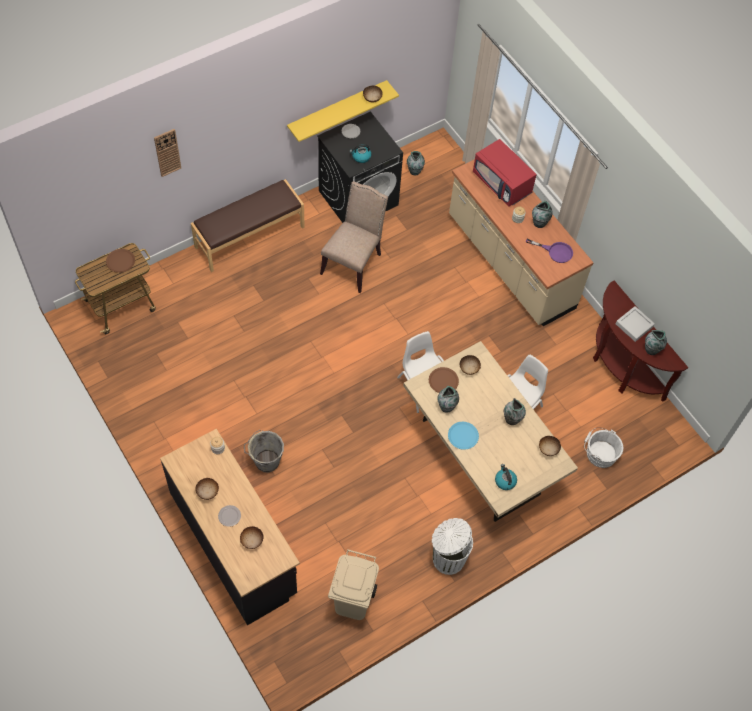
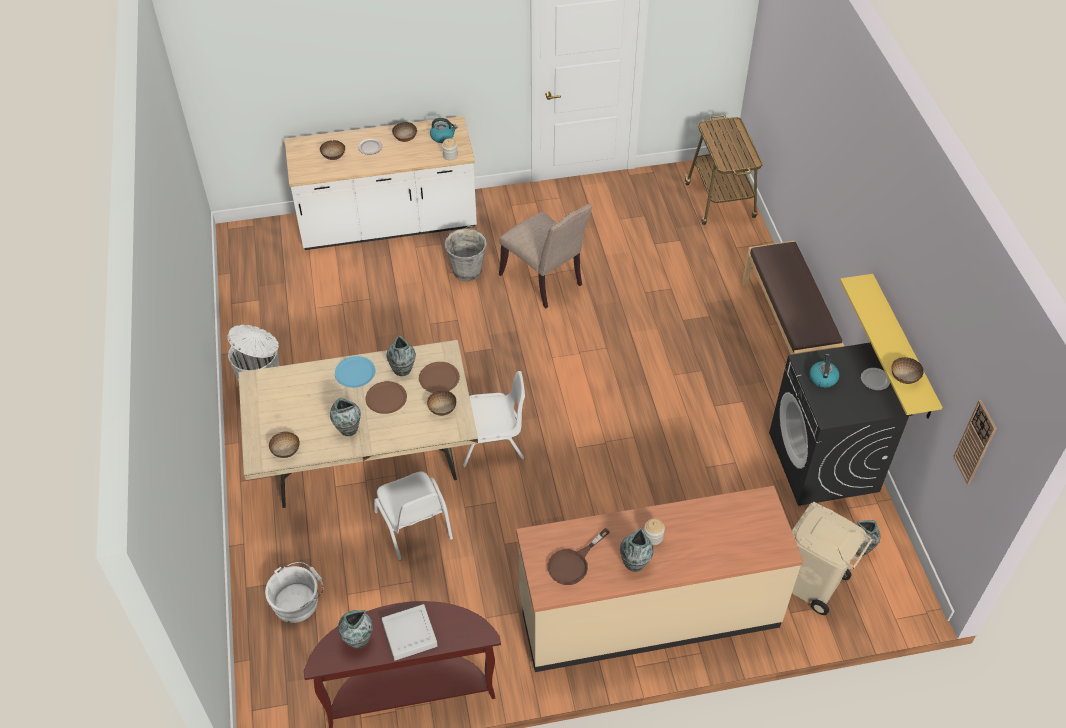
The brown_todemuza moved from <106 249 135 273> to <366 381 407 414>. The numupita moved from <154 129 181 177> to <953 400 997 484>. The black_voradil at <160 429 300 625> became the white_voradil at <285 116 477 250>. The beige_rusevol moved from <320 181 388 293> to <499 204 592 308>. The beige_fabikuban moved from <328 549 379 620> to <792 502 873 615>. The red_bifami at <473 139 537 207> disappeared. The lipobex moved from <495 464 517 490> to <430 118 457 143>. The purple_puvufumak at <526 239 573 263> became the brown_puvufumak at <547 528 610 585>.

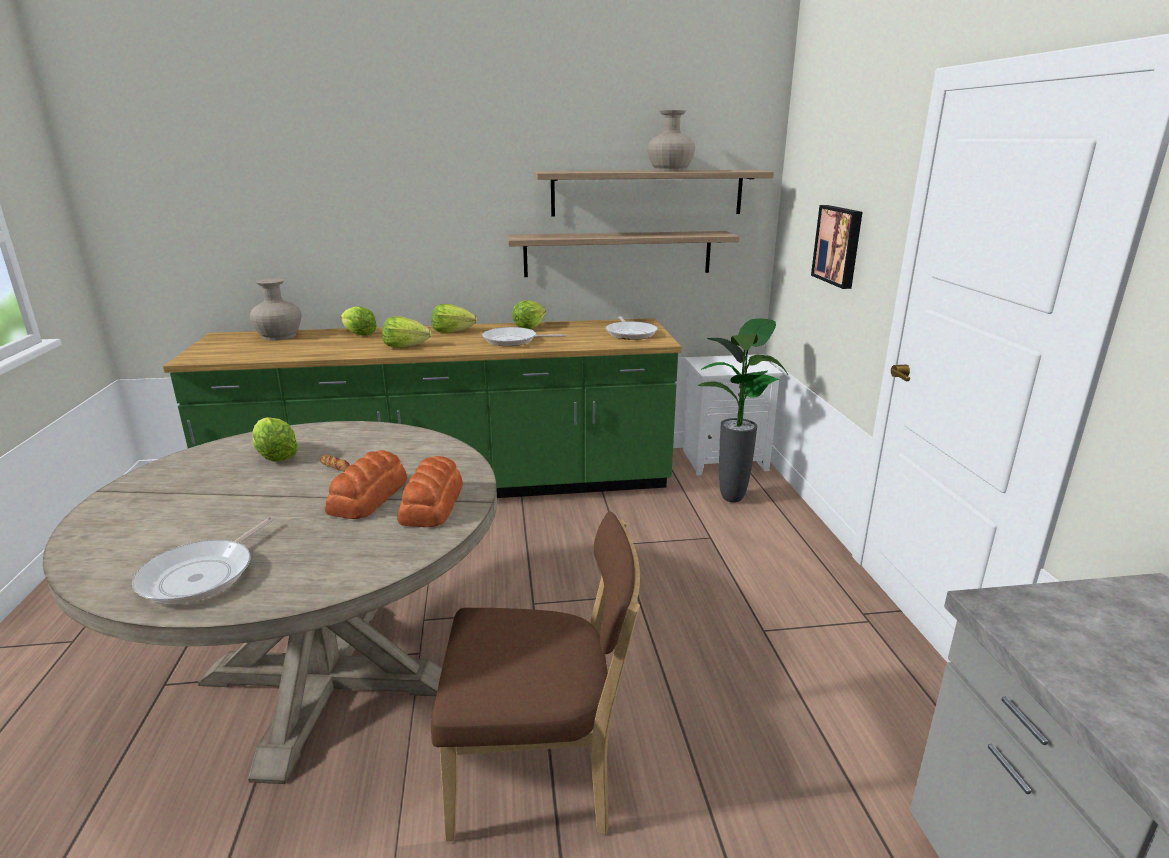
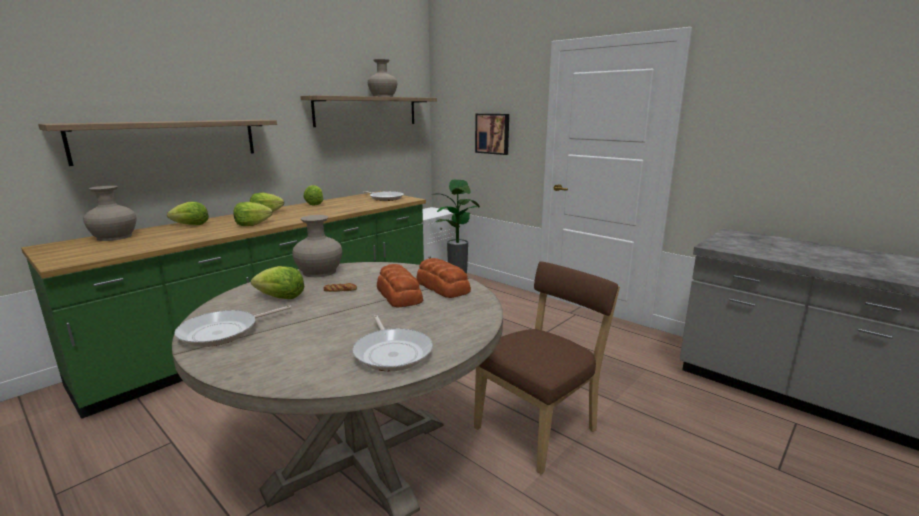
The puvufumak moved from <482 327 566 346> to <174 306 291 347>. The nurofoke moved from <507 231 739 277> to <38 120 277 166>. The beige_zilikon at <292 215 342 277> appeared.

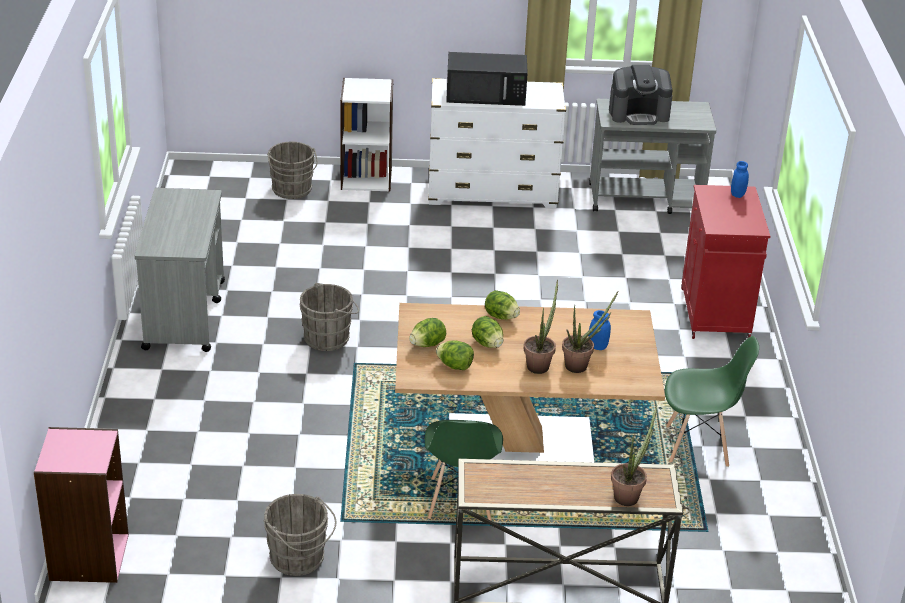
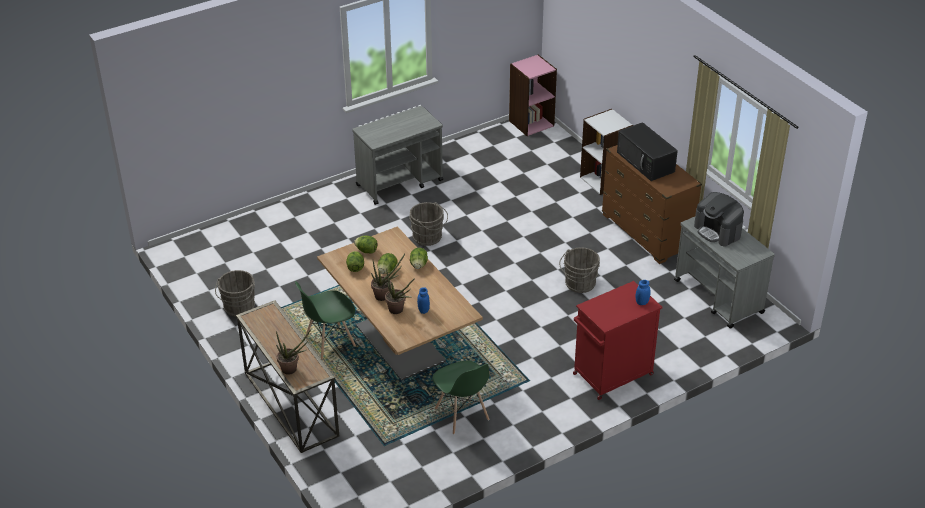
The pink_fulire moved from <34 427 129 583> to <509 55 557 136>. The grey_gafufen moved from <267 142 318 199> to <559 247 600 293>. The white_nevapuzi at <428 78 566 209> became the brown_nevapuzi at <602 145 702 264>.

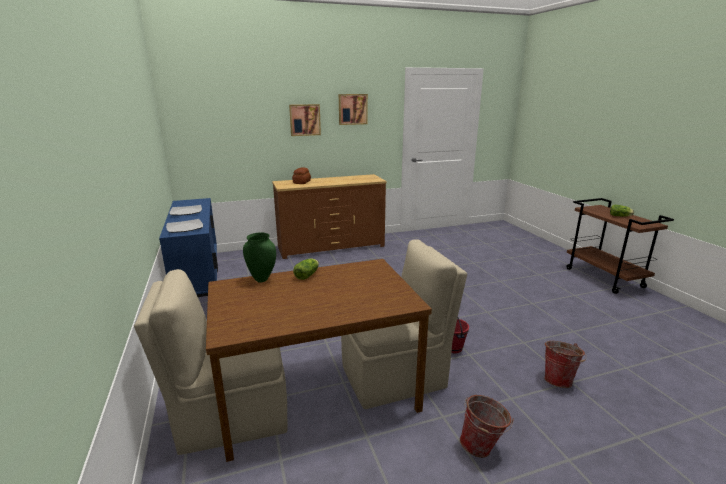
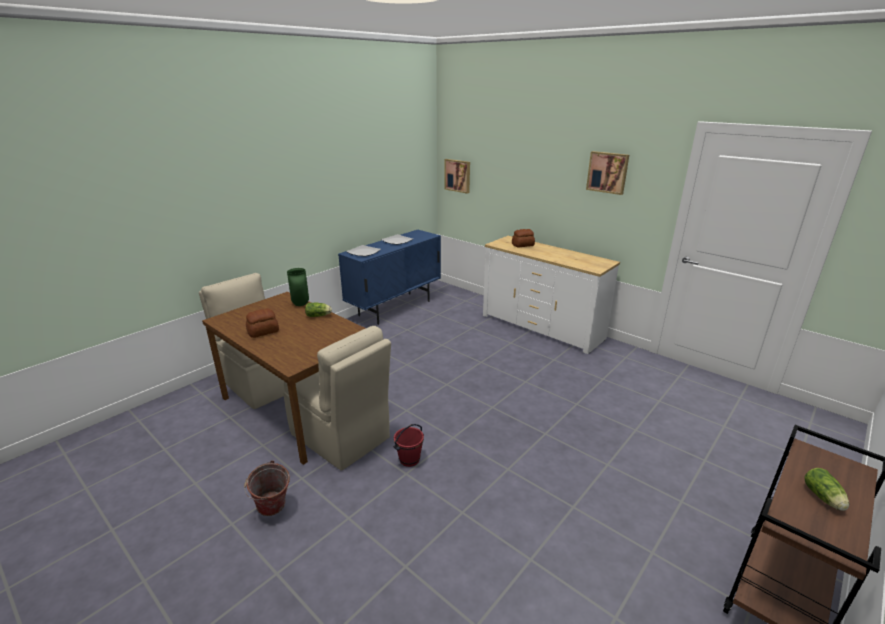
The brown_nevapuzi at <272 174 387 259> became the white_nevapuzi at <483 236 620 354>. The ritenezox moved from <289 104 321 136> to <444 159 470 194>. The gafufen at <544 341 587 388> disappeared. The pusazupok at <246 308 279 338> appeared.

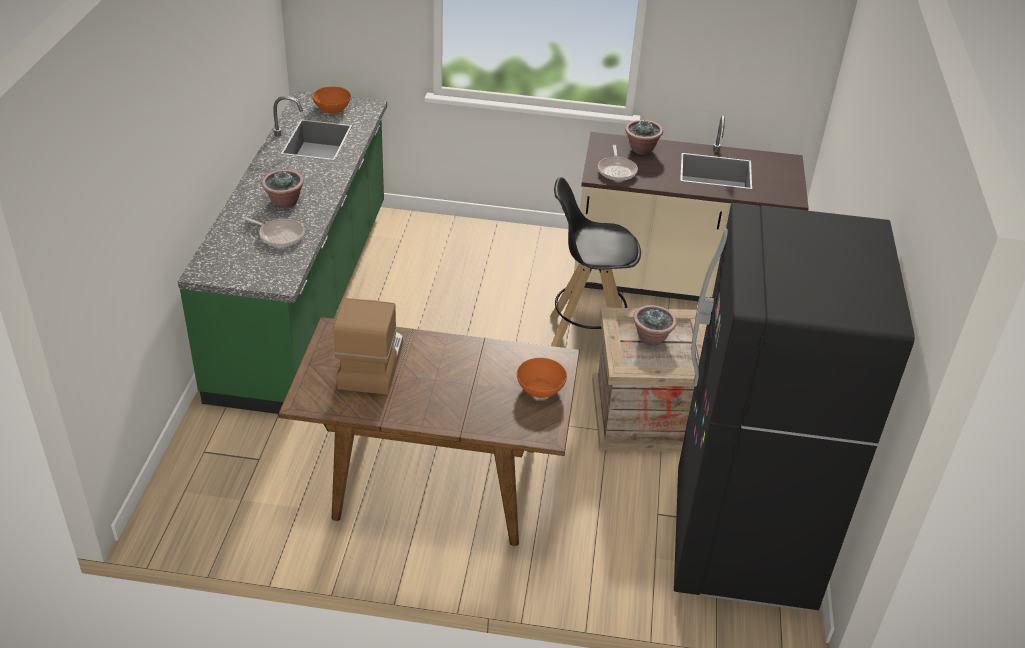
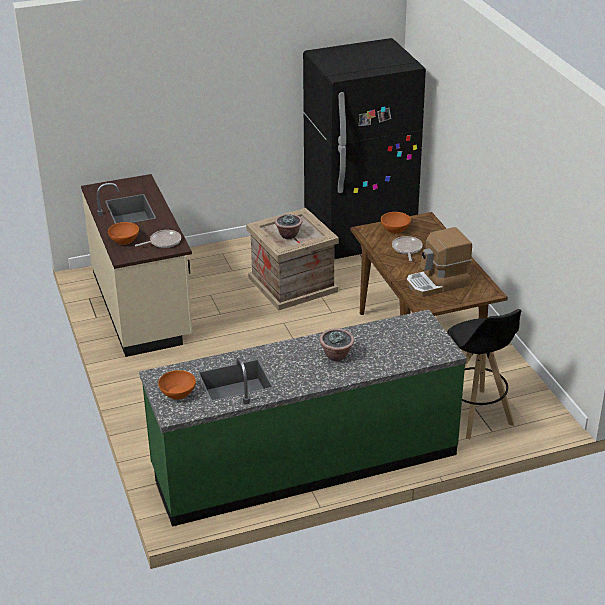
The puvufumak moved from <243 217 305 247> to <392 236 423 261>. The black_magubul moved from <550 177 641 347> to <447 309 521 439>. The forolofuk at <625 120 663 155> was replaced by the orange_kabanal at <108 222 139 245>.

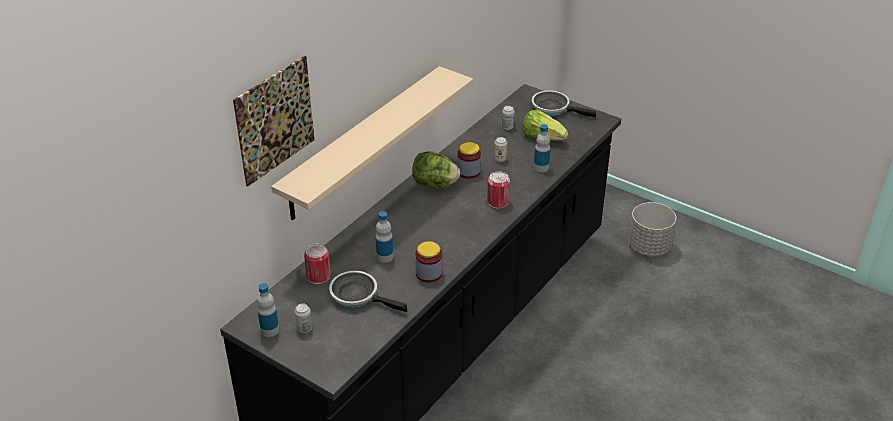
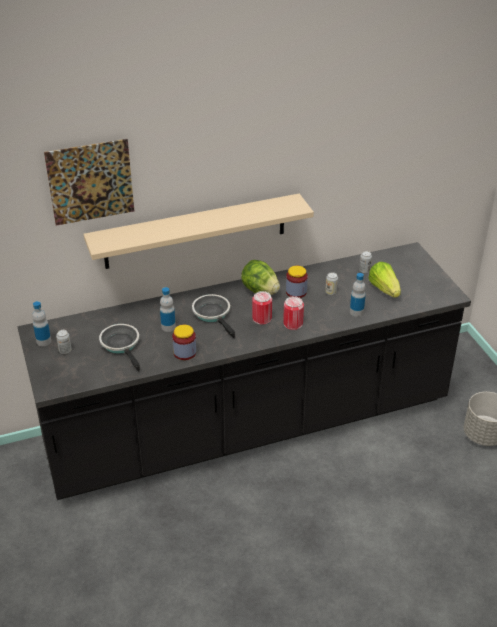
The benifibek moved from <304 244 331 284> to <252 291 272 325>. The puvufumak moved from <531 90 596 118> to <192 294 235 338>.

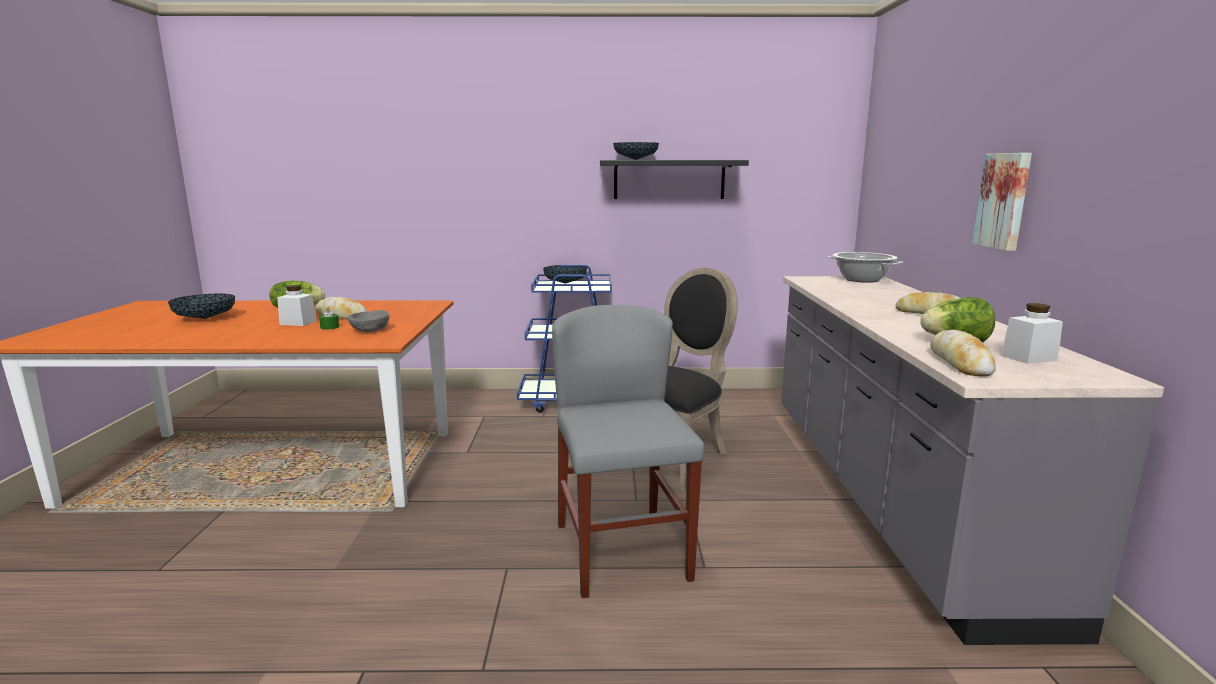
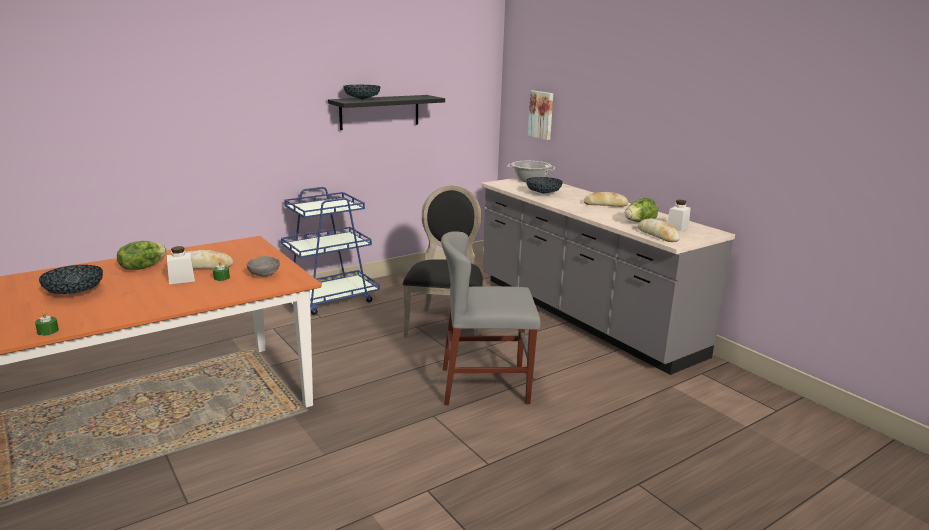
The kabanal moved from <543 265 587 284> to <526 177 563 194>. The grey_rusevol at <552 305 704 598> turned 45 degrees counterclockwise. The ritenezox moved from <972 153 1032 251> to <528 90 553 140>. The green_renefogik at <35 311 59 336> appeared.

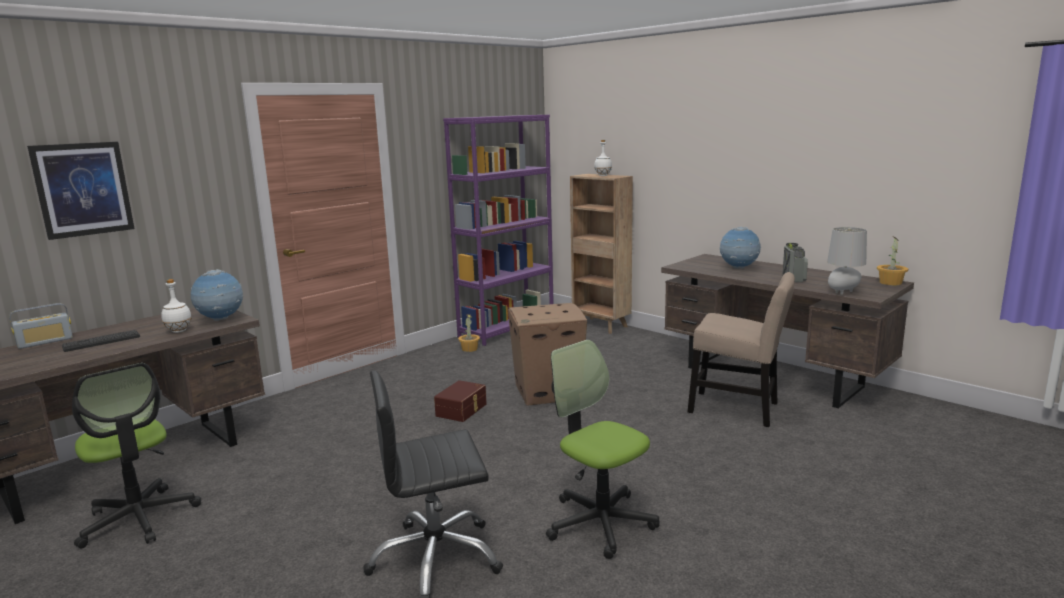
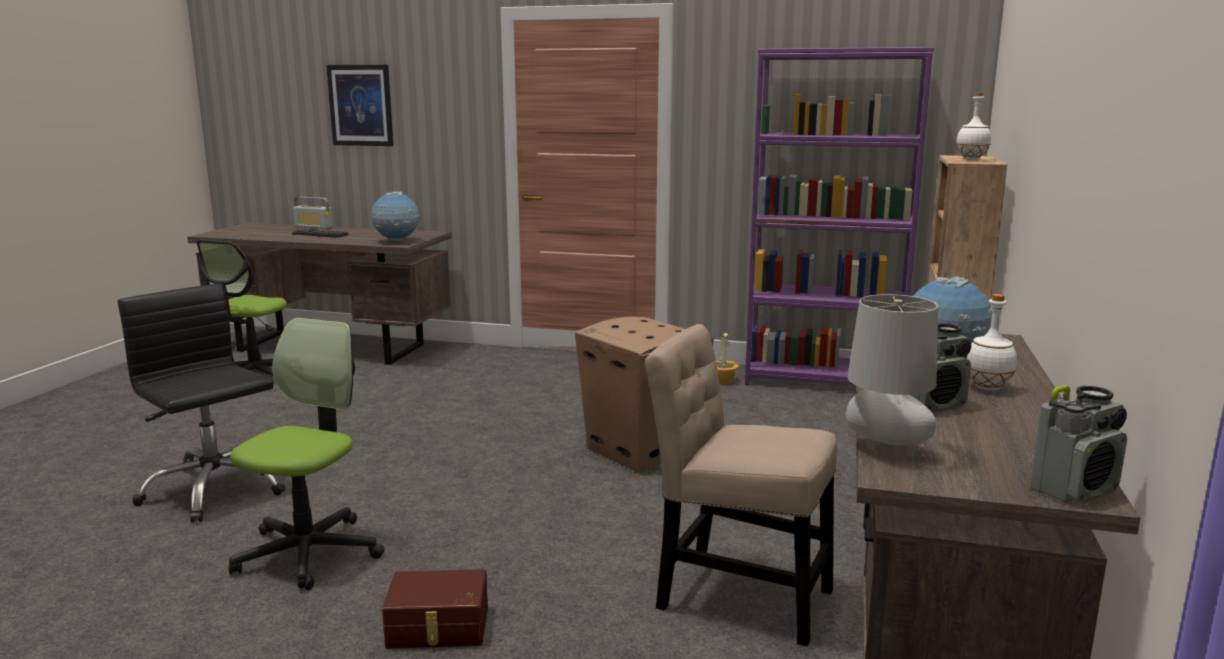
The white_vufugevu moved from <161 279 192 333> to <967 294 1017 391>. The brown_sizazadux moved from <434 380 487 422> to <382 569 488 649>. The beige_rusevol at <688 272 795 427> turned 120 degrees clockwise. The forolofuk at <877 237 908 285> was replaced by the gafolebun at <1030 385 1128 503>.

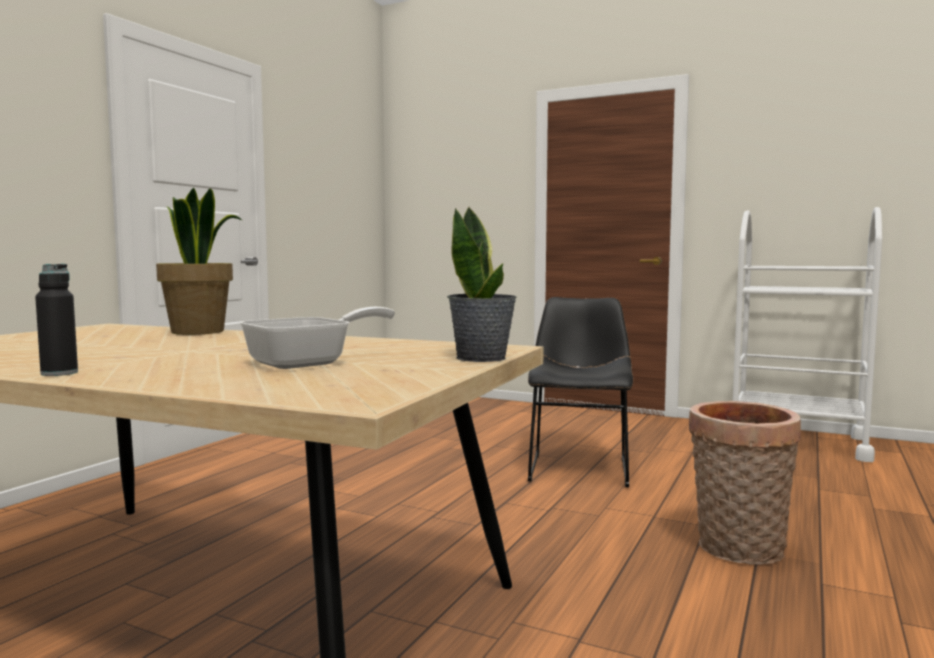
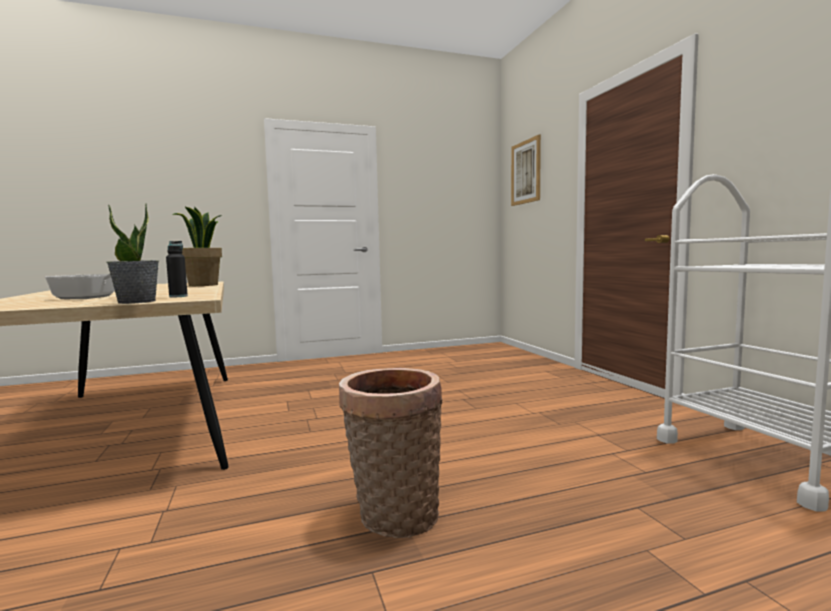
The black_vufugevu moved from <35 264 78 376> to <166 241 188 297>. The black_rusevol at <528 297 633 488> disappeared. The ritenezox at <511 135 541 206> appeared.

